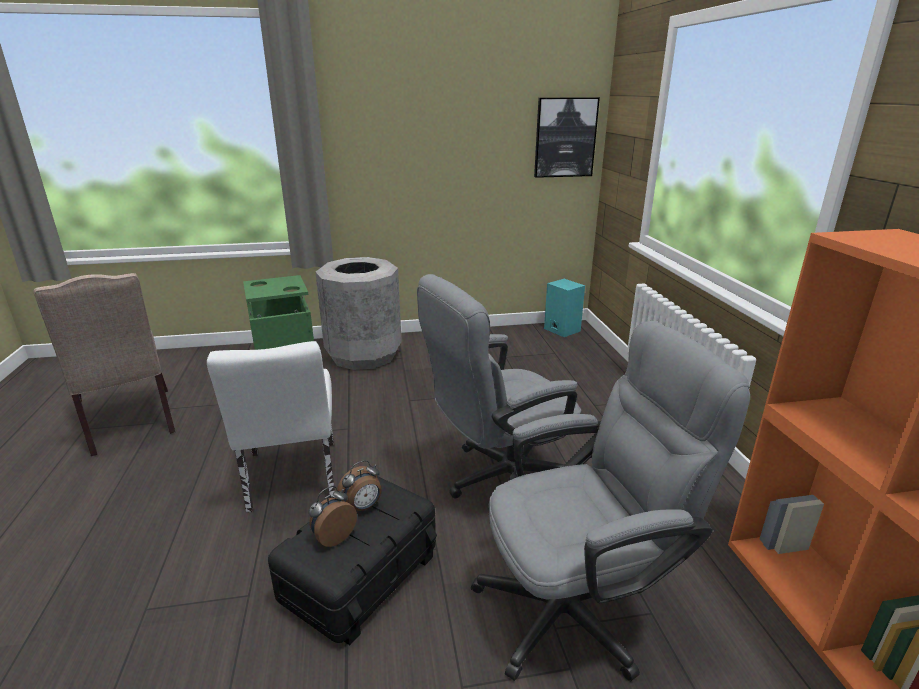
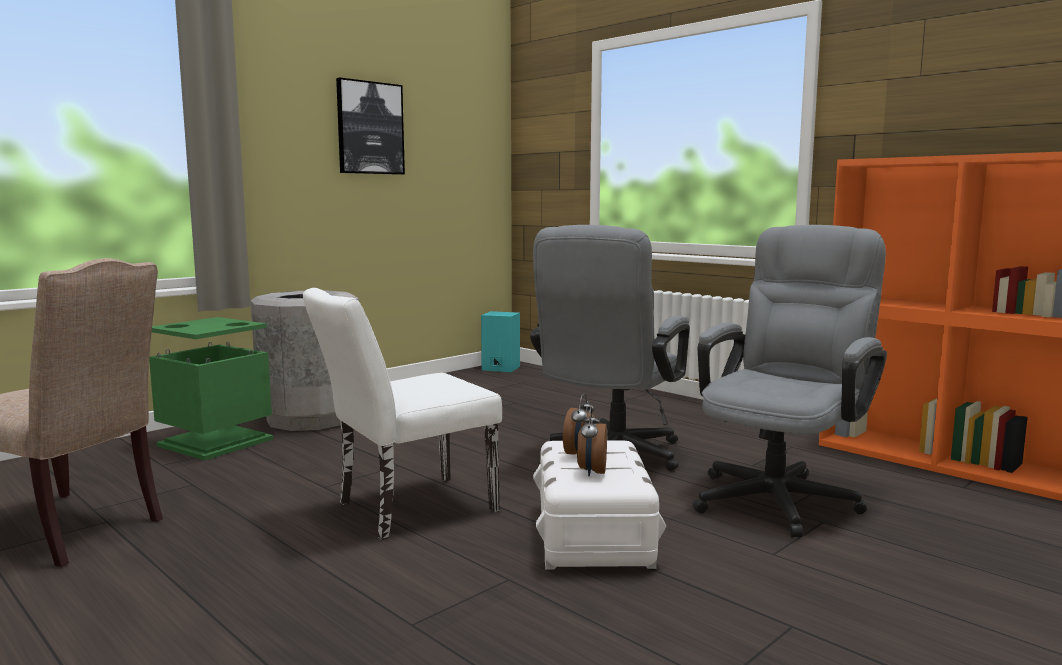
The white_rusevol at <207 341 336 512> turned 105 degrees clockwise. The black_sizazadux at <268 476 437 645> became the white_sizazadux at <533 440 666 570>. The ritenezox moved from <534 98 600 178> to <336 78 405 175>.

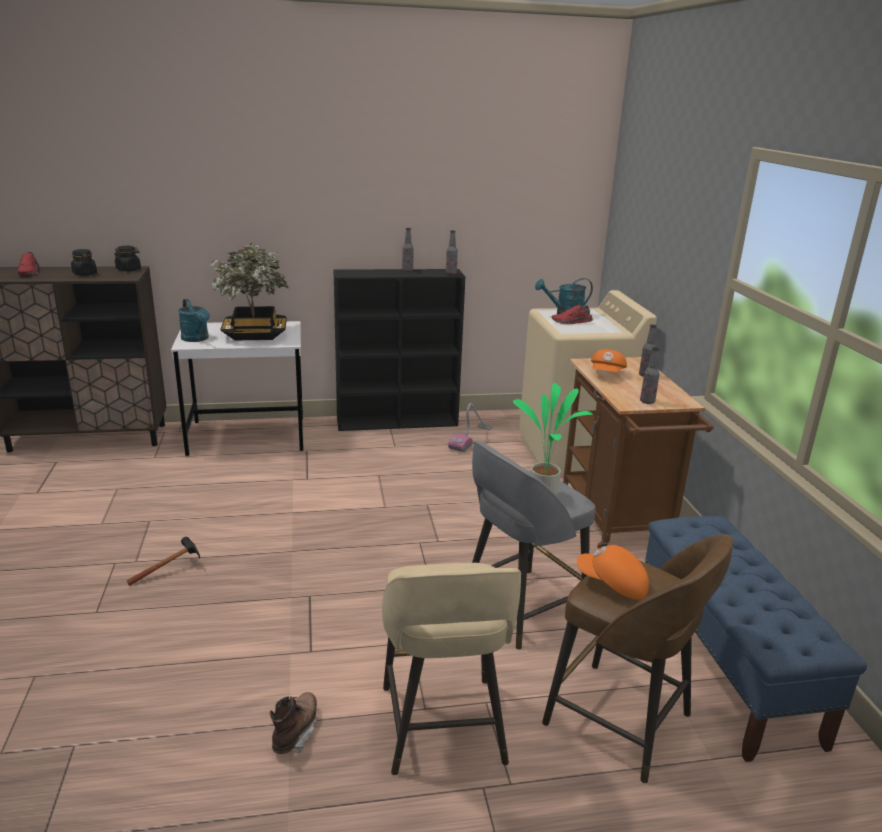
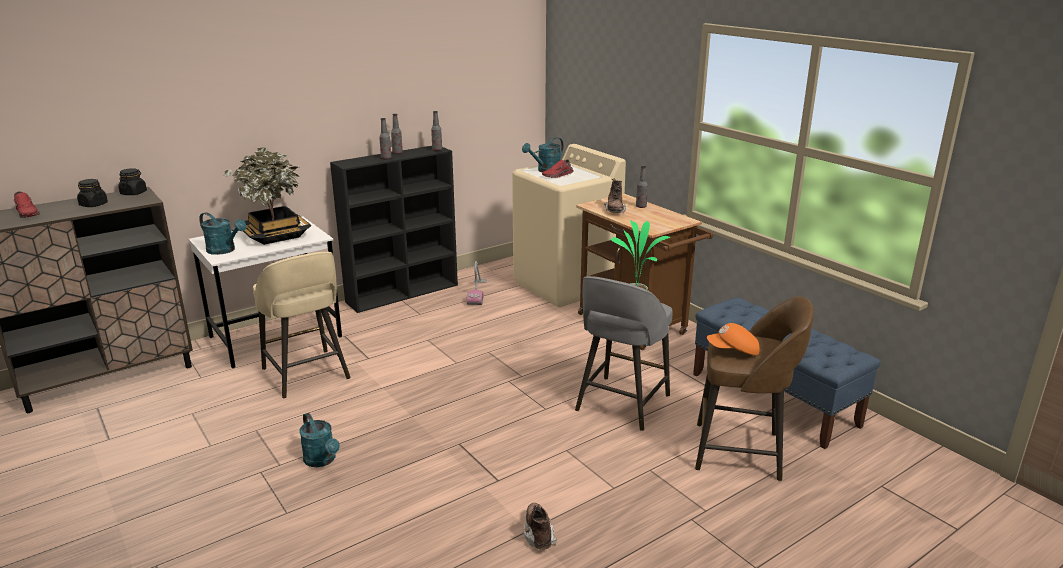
The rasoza at <126 537 200 586> was replaced by the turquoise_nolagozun at <299 413 340 467>. The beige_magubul moved from <382 563 521 775> to <253 252 351 399>. The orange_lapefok at <591 349 627 372> was replaced by the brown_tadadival at <604 179 626 213>. The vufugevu moved from <640 347 660 404> to <379 118 391 159>.

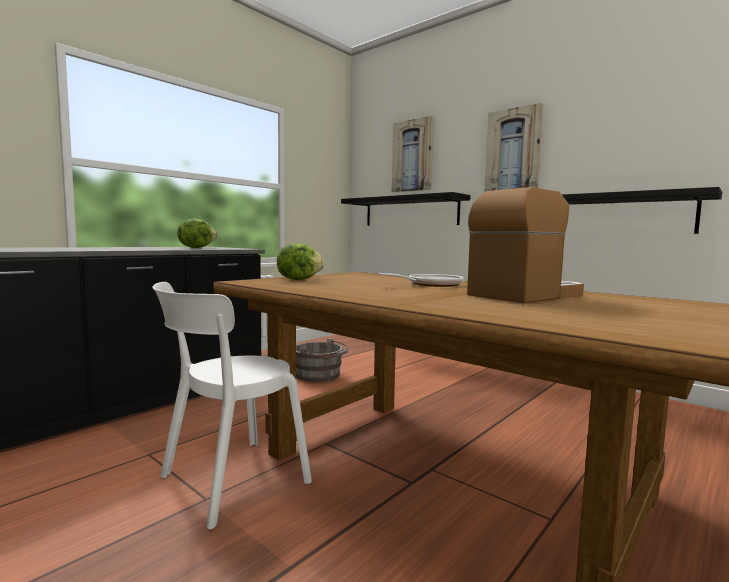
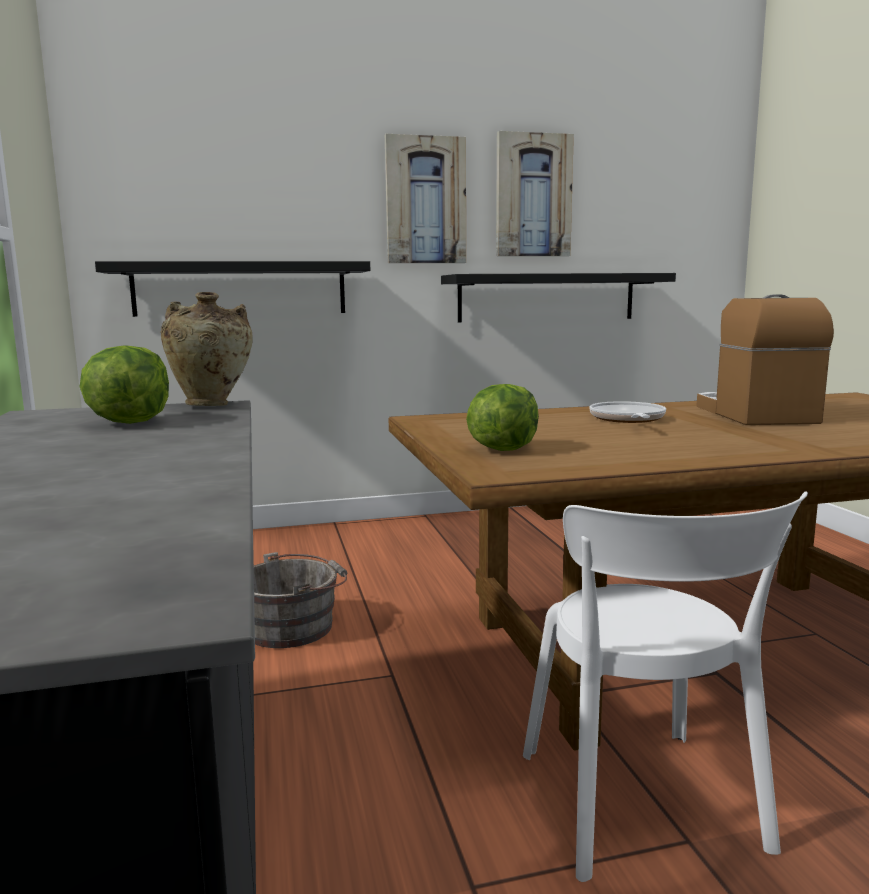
The ritenezox moved from <392 116 434 192> to <496 131 574 256>. The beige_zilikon at <160 292 253 406> appeared.

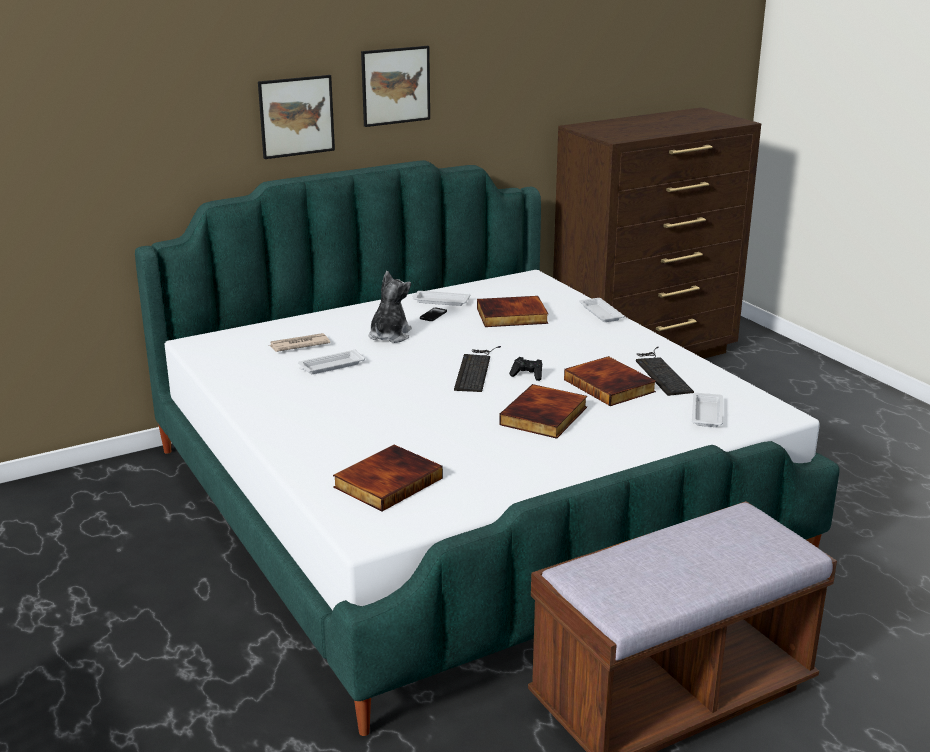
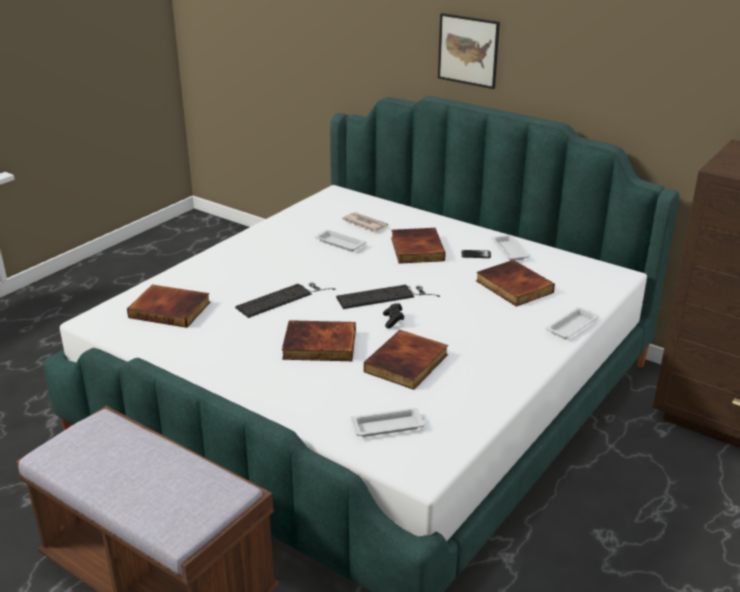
The ritenezox at <361 46 430 127> disappeared. The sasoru at <369 271 412 343> was replaced by the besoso at <391 228 446 264>. The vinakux moved from <636 347 694 396> to <235 283 336 318>.

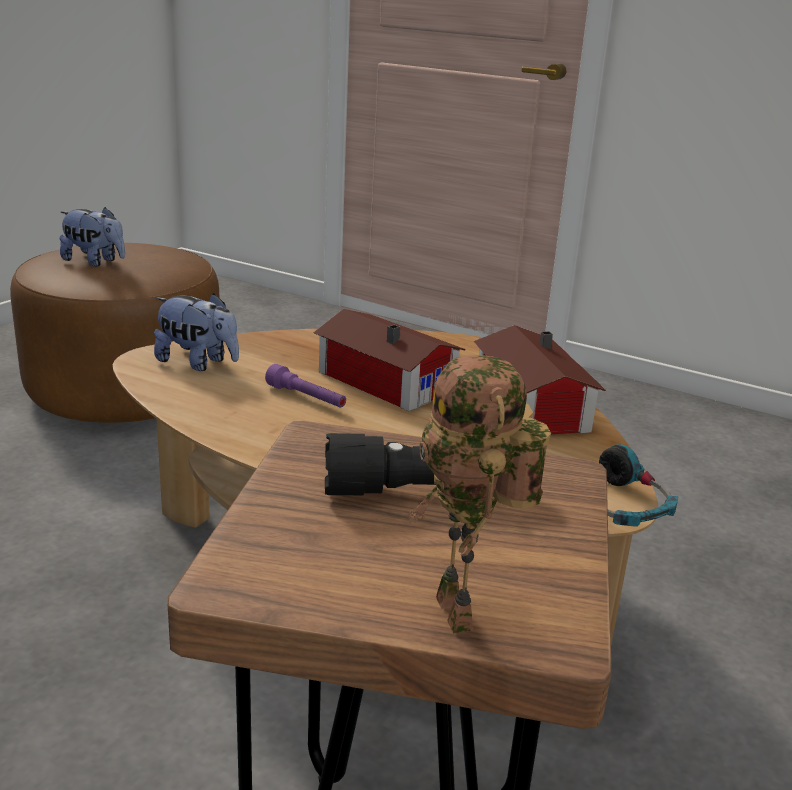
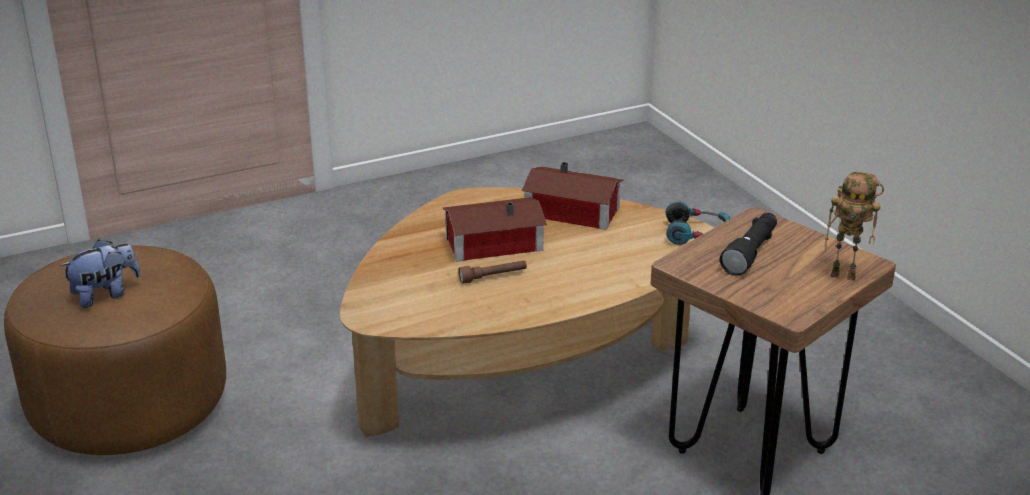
The sasoru at <154 293 239 371> disappeared. The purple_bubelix at <265 364 346 408> became the brown_bubelix at <458 260 527 284>.

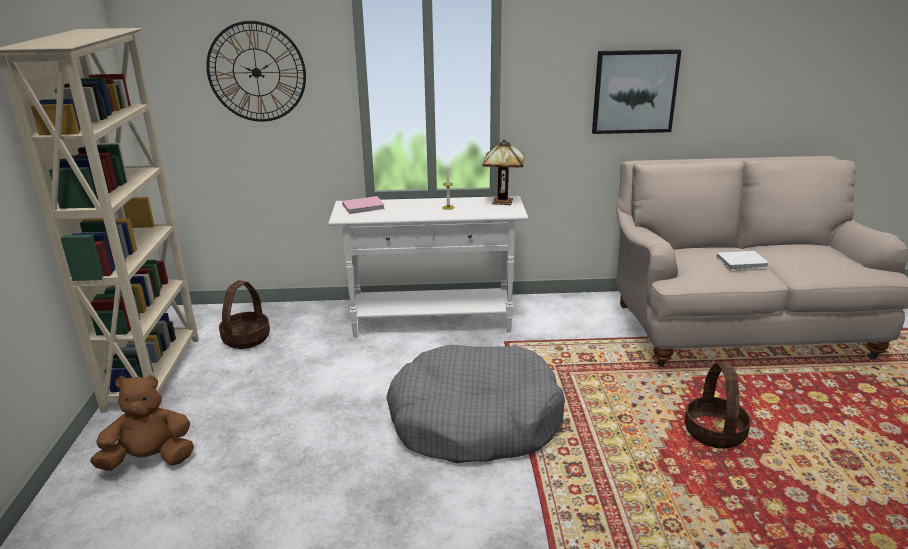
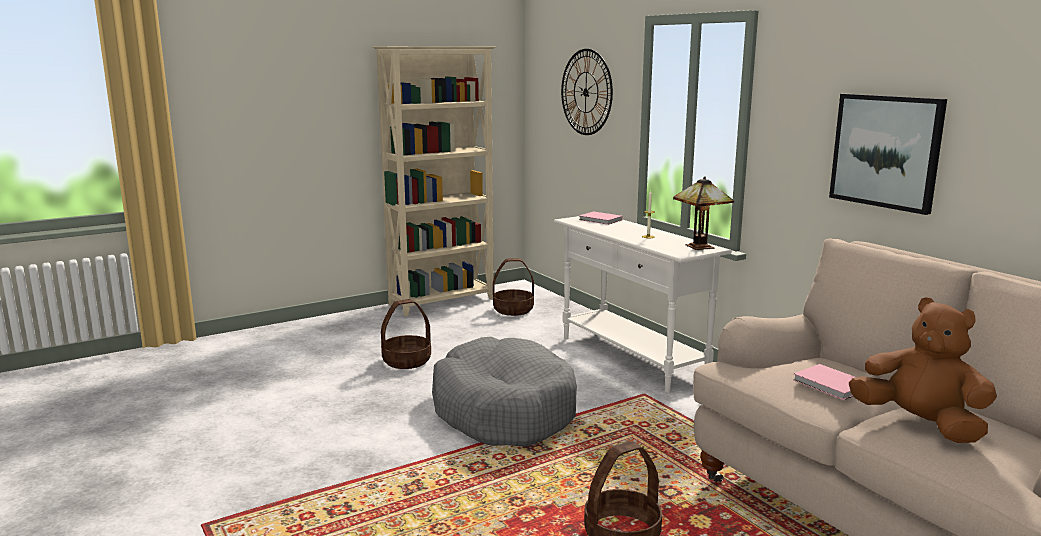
The brown_sasoru moved from <90 375 194 471> to <849 297 997 443>. The white_besoso at <717 251 769 270> became the pink_besoso at <793 364 856 400>. The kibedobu at <381 299 431 369> appeared.

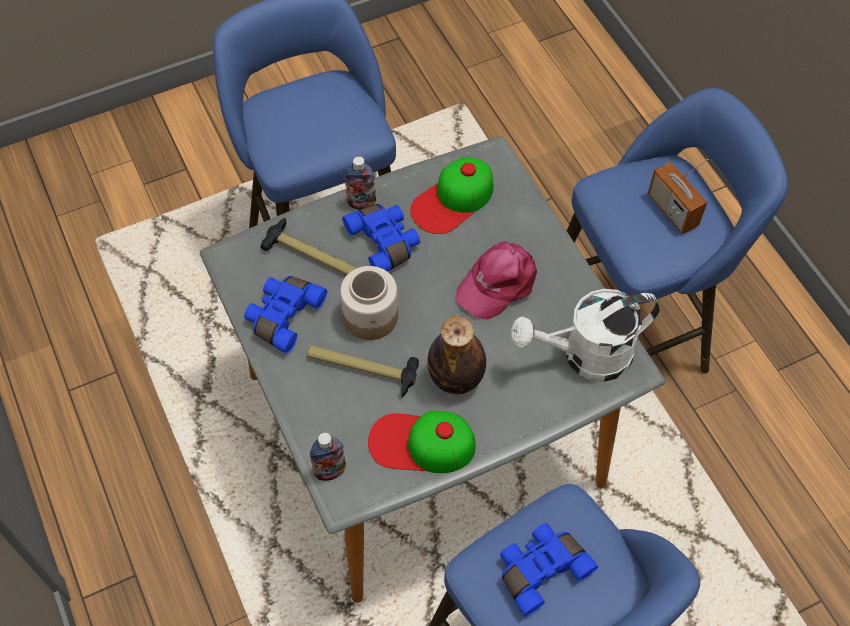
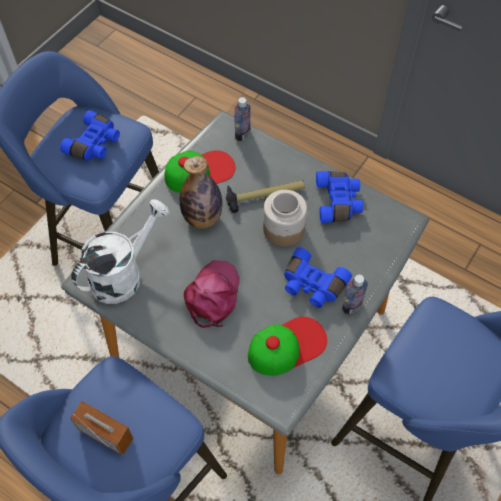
The rasoza at <260 218 358 275> disappeared. The lapefok at <410 157 493 234> turned 45 degrees clockwise.

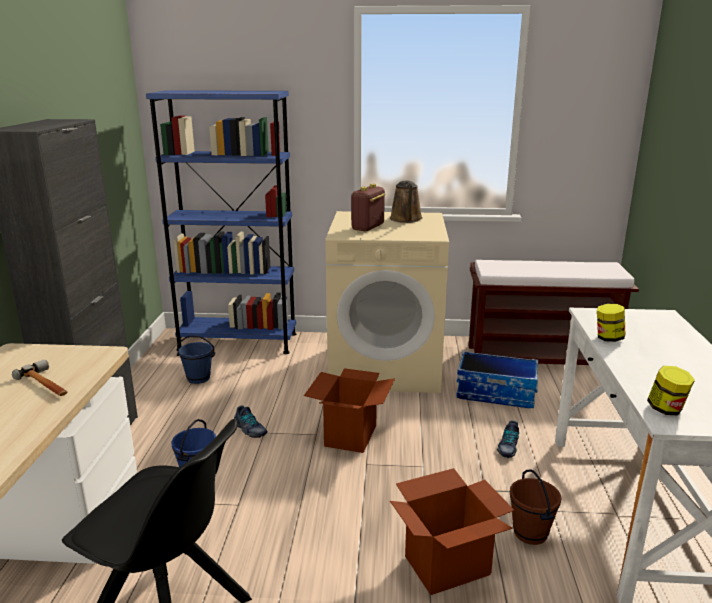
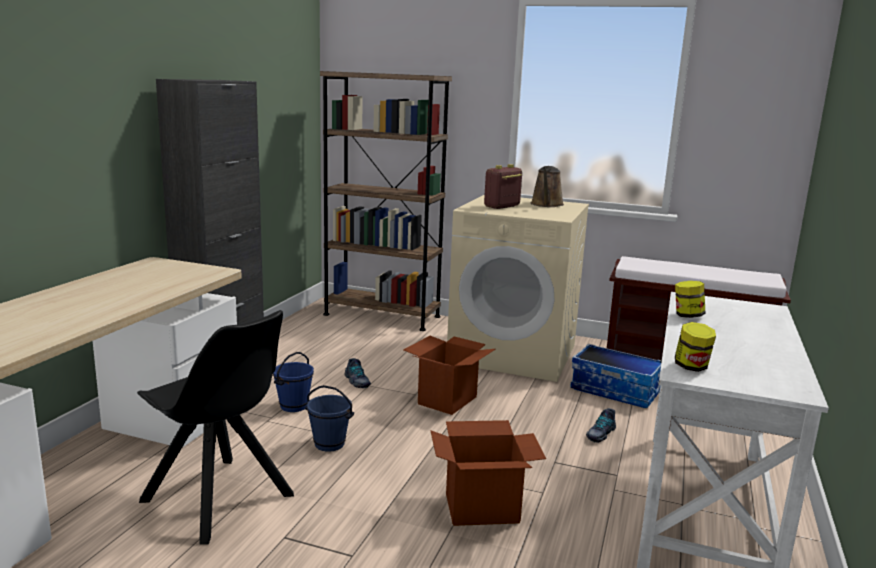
The rasoza at <12 360 68 396> disappeared. The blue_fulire at <146 90 296 354> became the brown_fulire at <320 71 452 331>. The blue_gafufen moved from <177 335 216 384> to <305 385 354 452>. The brown_gafufen at <510 470 562 545> disappeared.

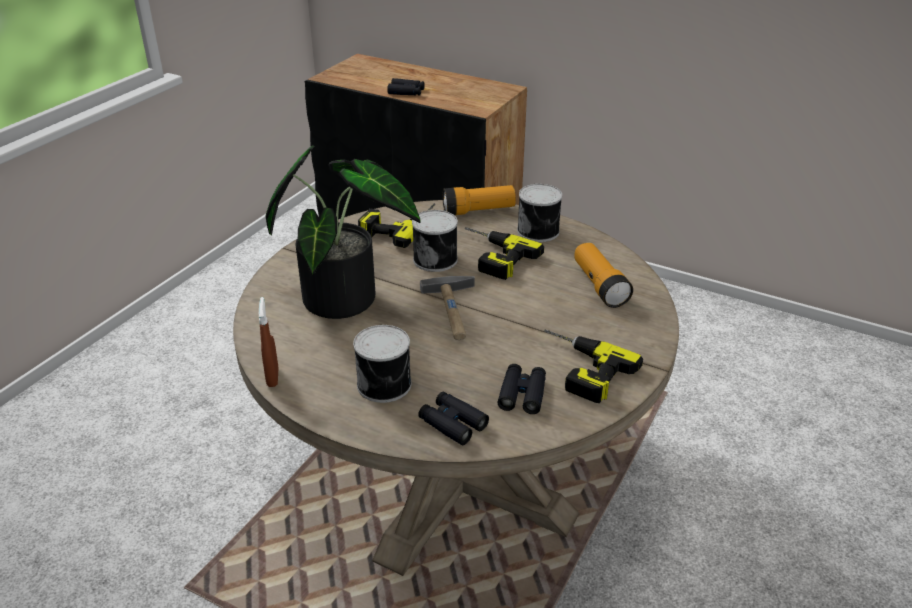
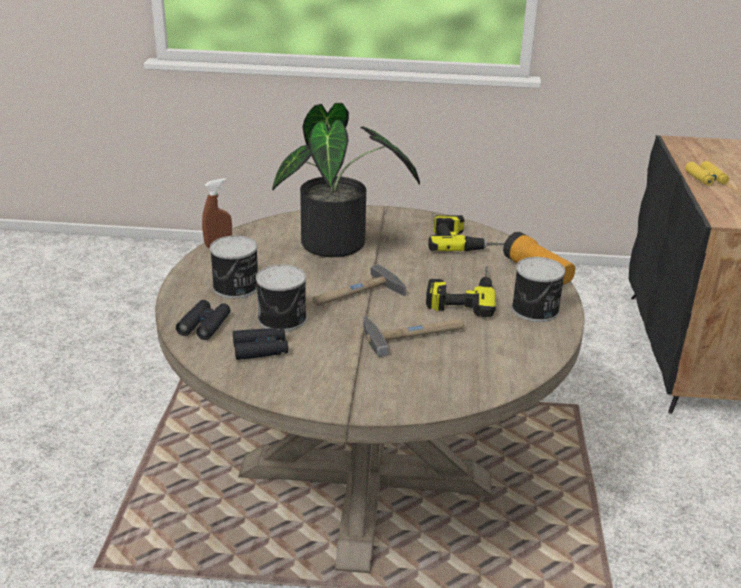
The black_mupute at <387 78 425 96> became the yellow_mupute at <685 161 729 186>. The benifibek moved from <412 210 458 272> to <256 264 307 332>. The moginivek at <544 329 643 403> disappeared. The bubelix at <574 243 633 308> disappeared. The rasoza at <363 316 464 357> appeared.

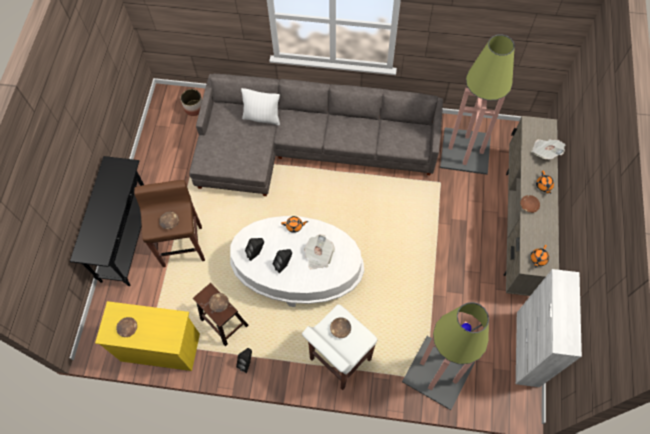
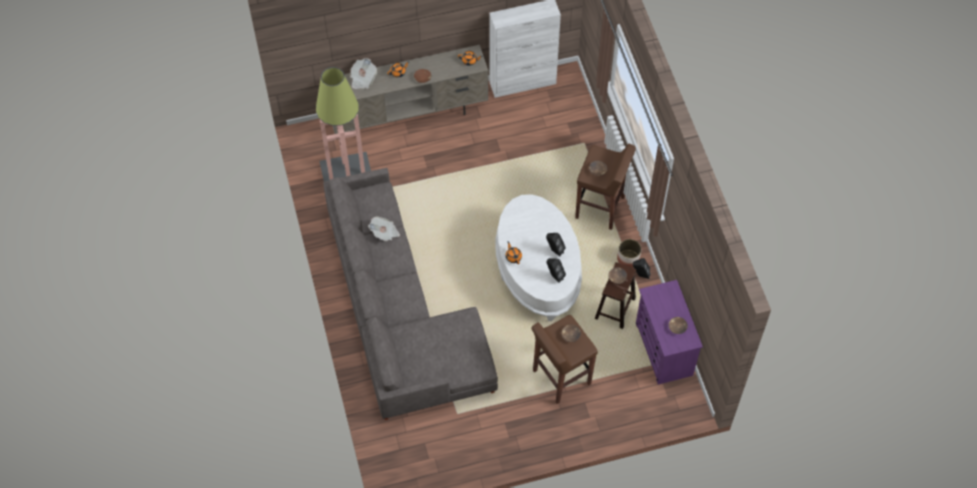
The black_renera at <70 156 144 286> disappeared. The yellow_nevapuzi at <95 301 200 371> became the purple_nevapuzi at <636 280 703 385>. The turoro moved from <181 89 202 116> to <617 239 641 268>. The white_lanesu at <241 88 280 126> disappeared. The white_magubul at <302 304 378 390> became the brown_magubul at <575 144 636 230>. The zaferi moved from <304 234 335 269> to <368 216 400 241>. The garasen at <402 302 489 410> disappeared.

